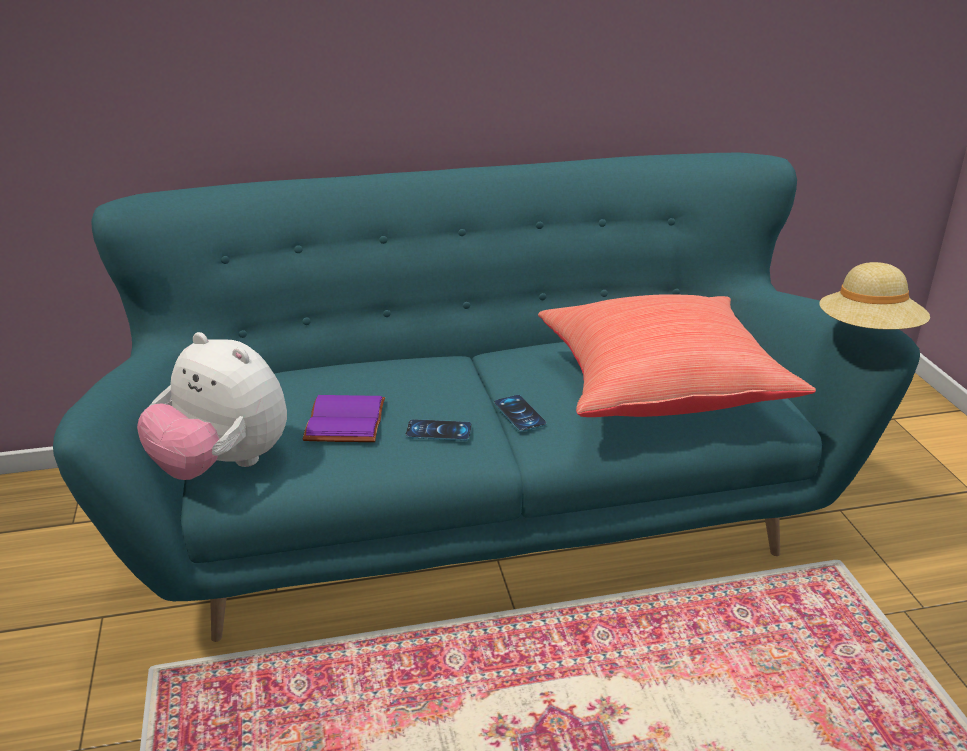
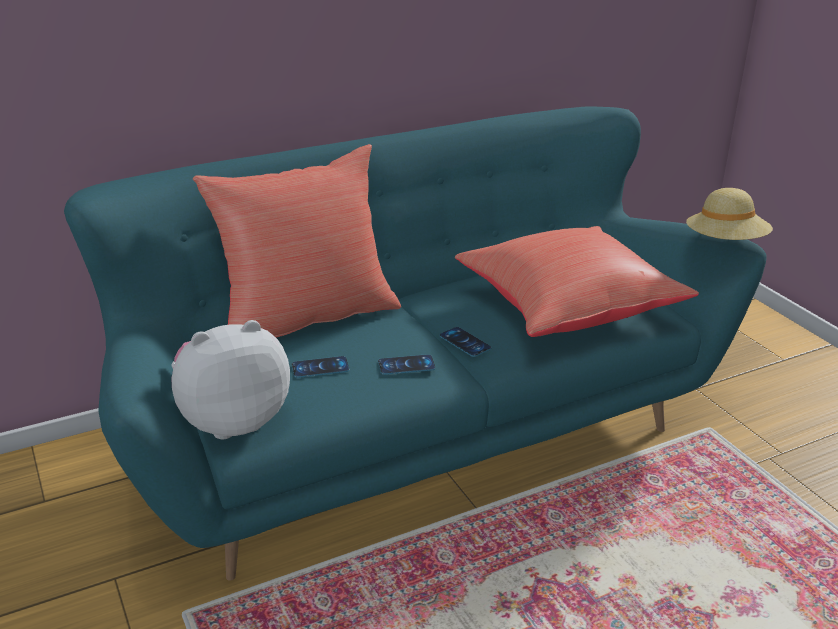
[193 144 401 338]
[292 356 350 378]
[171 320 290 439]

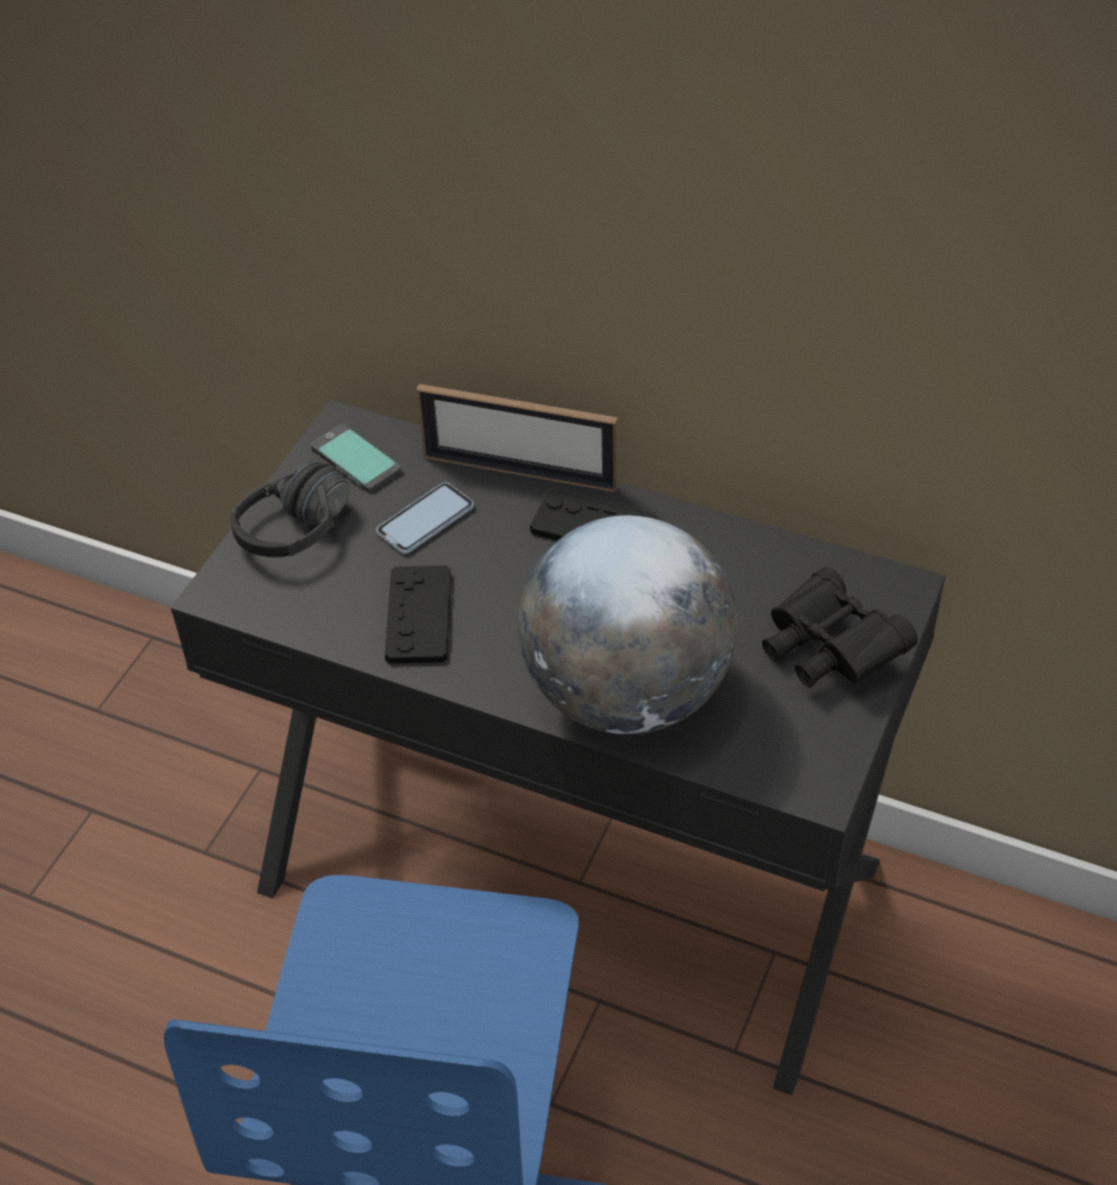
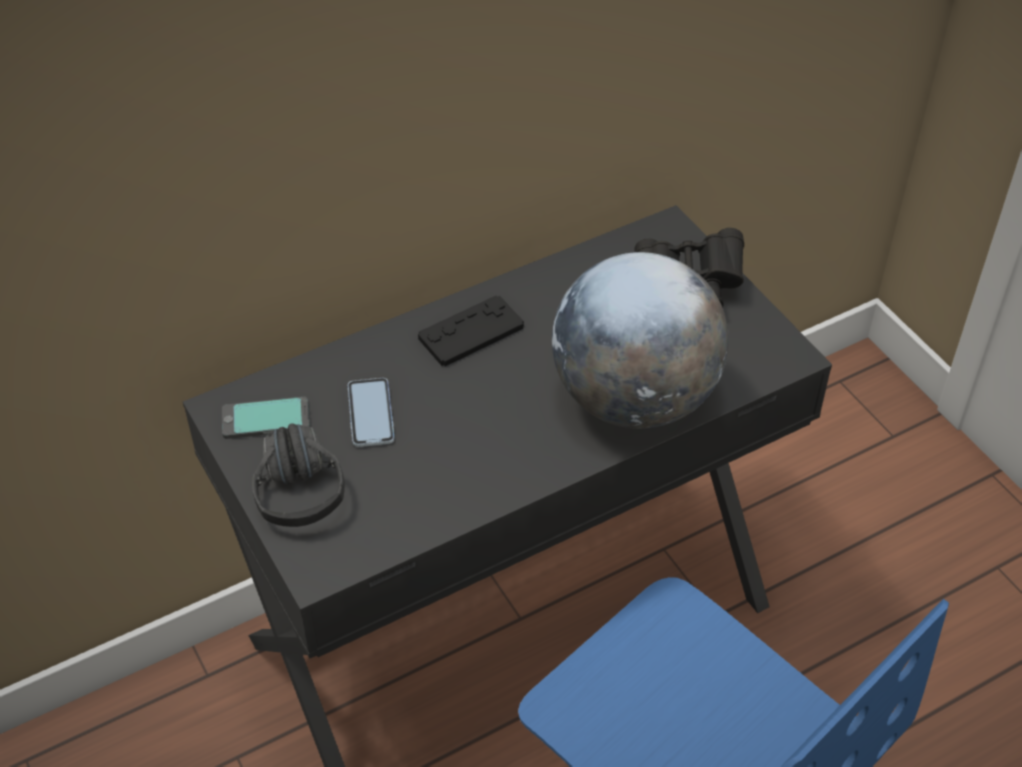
[385 566 451 664] (first image)
[416 384 618 492] (first image)

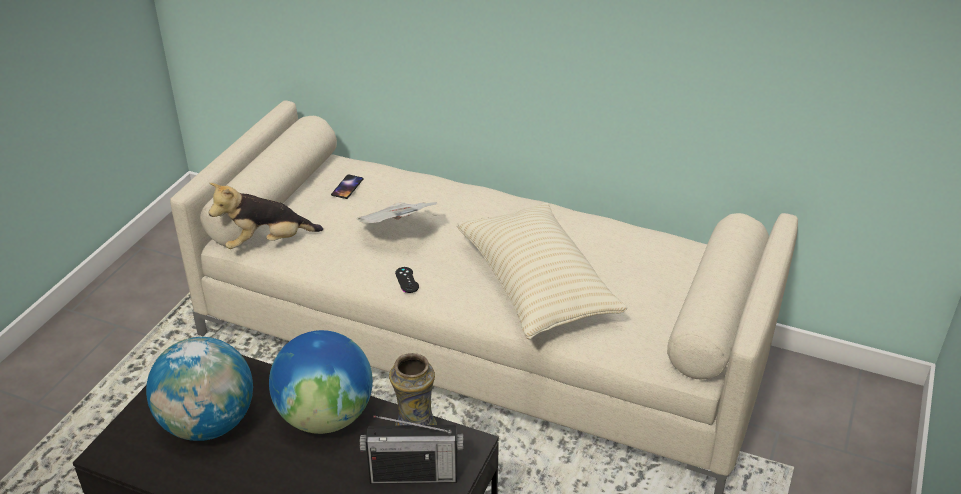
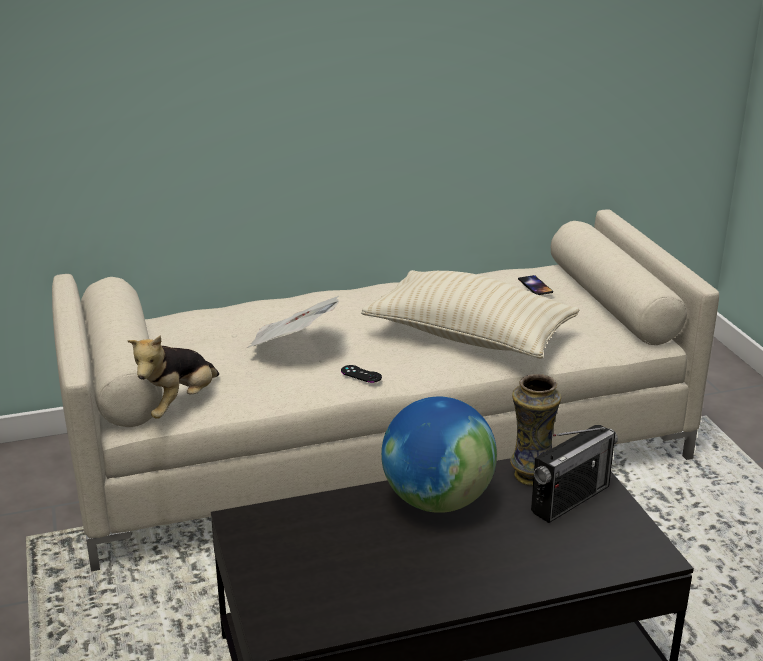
[146 337 253 441] (first image)
[518 275 553 295]

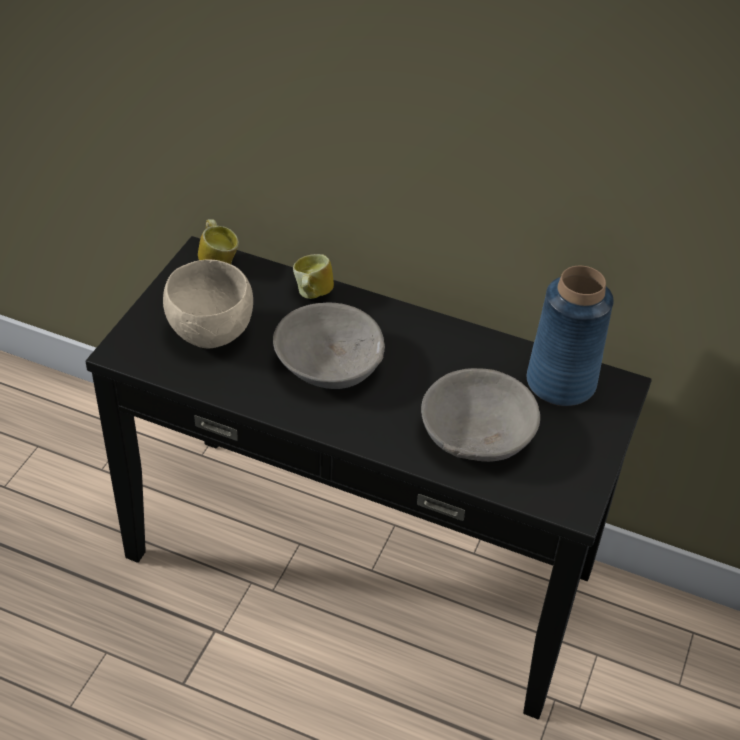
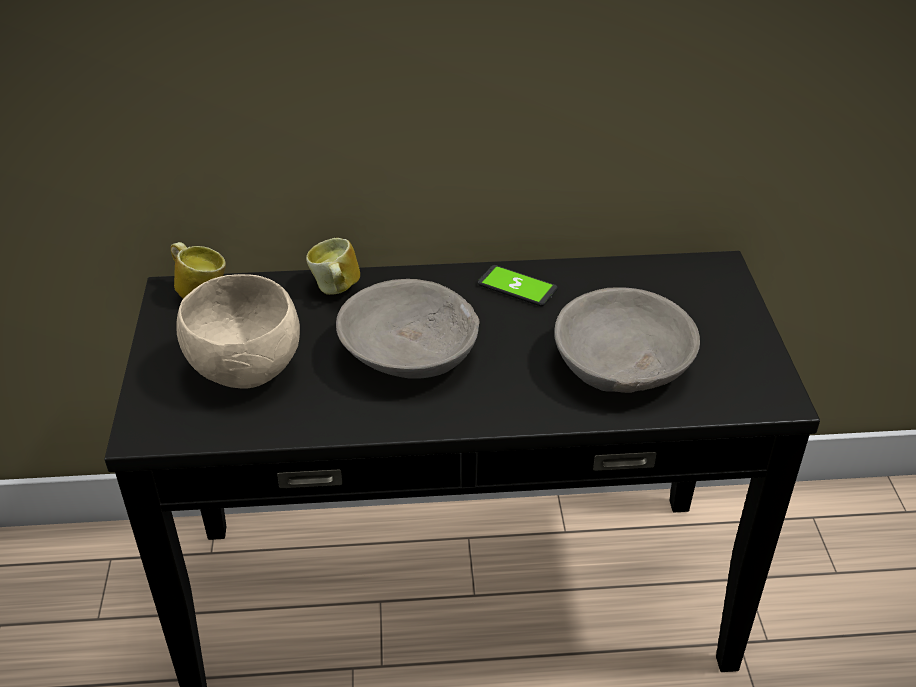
[527 266 614 406] (first image)
[478 265 558 306]

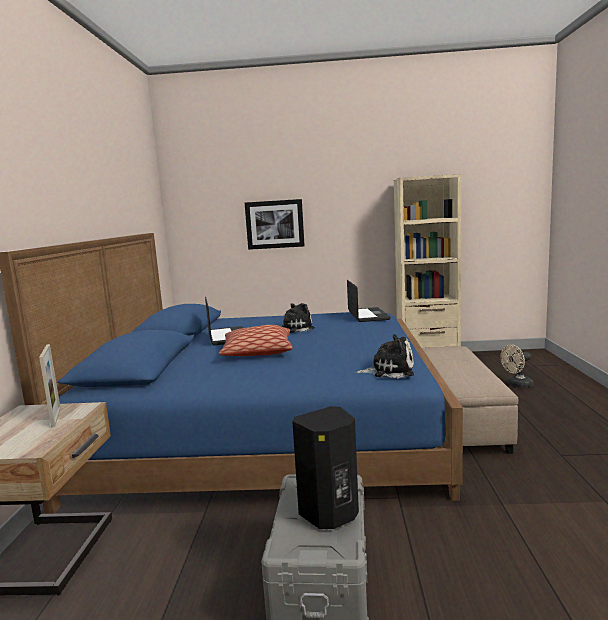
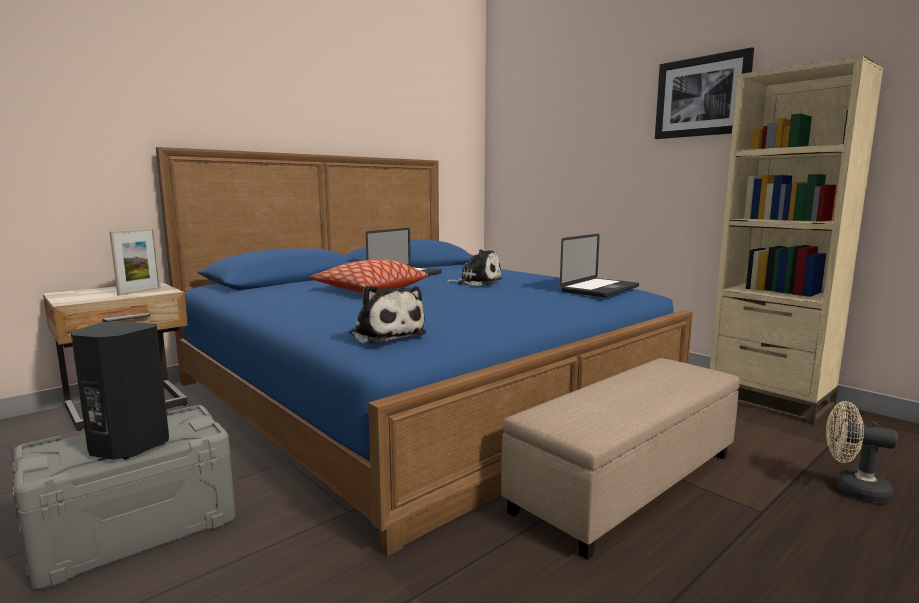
[655 47 754 139]

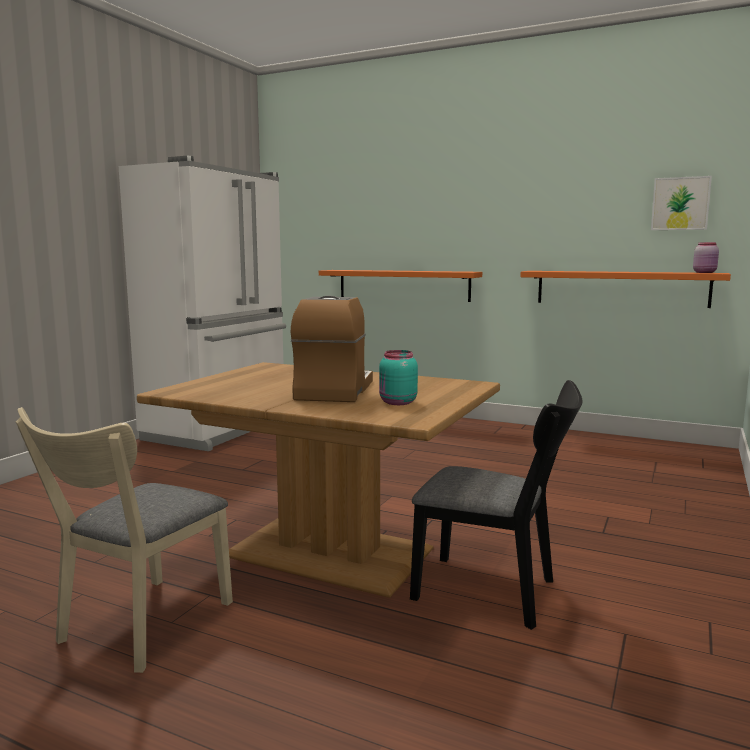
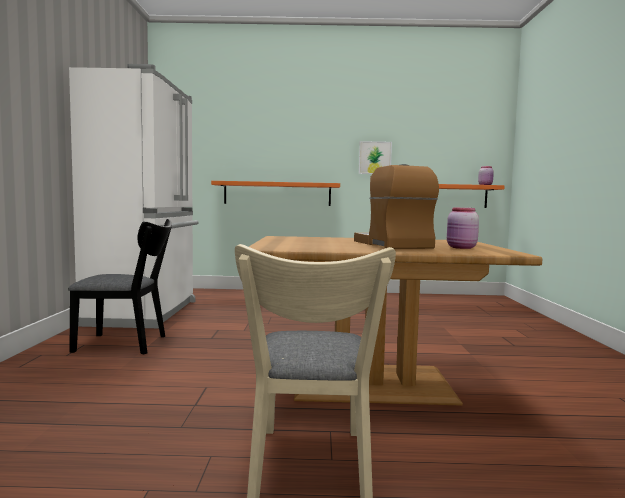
[68 219 172 354]
[359 141 392 174]
[447 207 479 249]

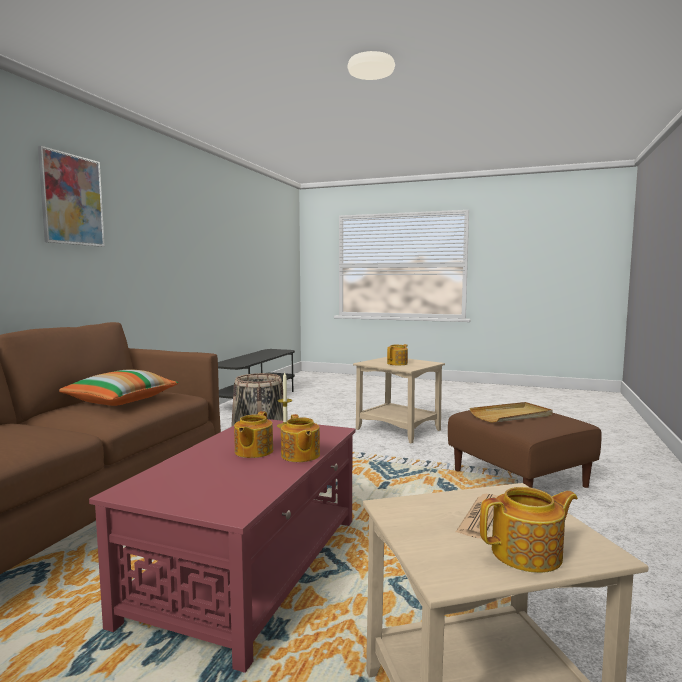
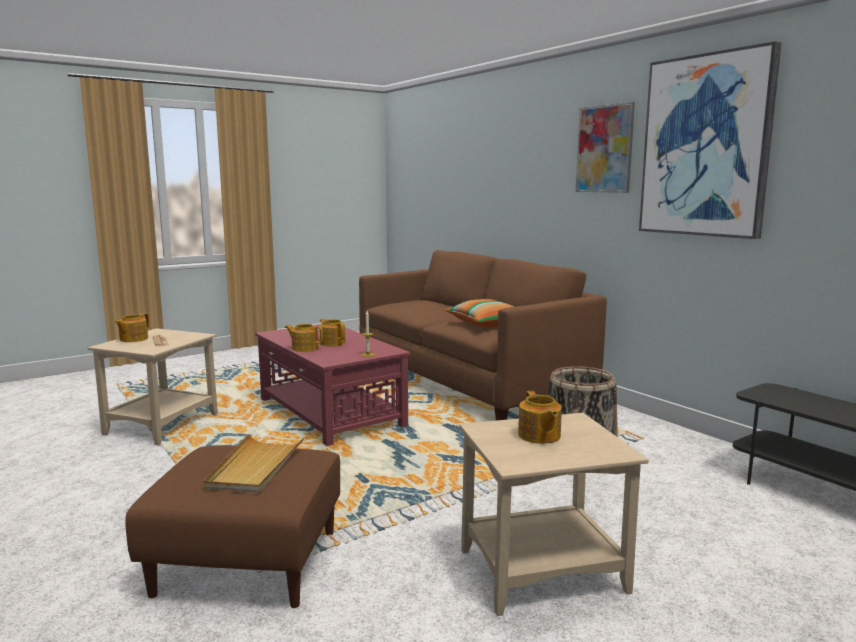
[639 41 781 239]

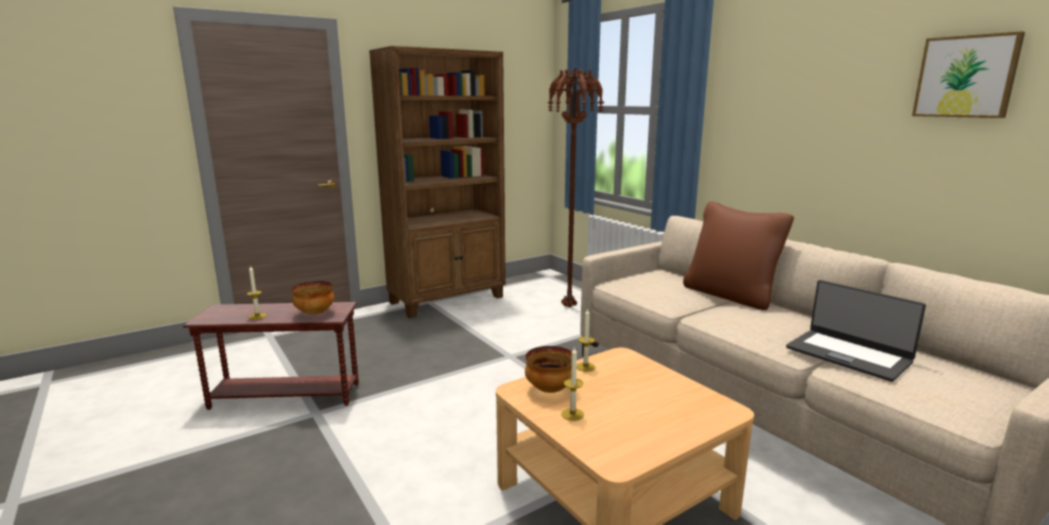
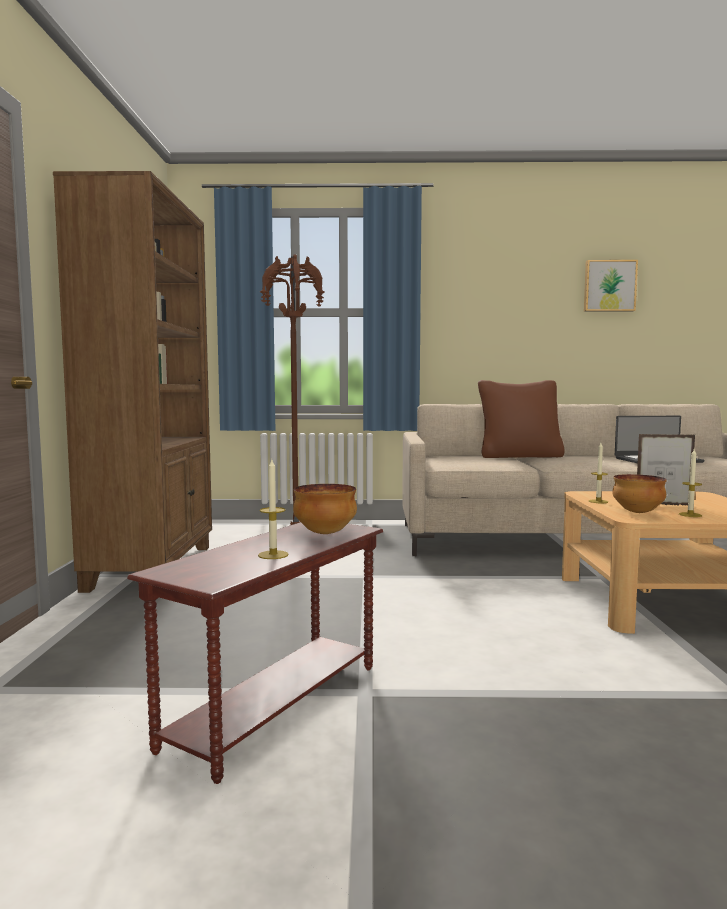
[637 434 695 505]

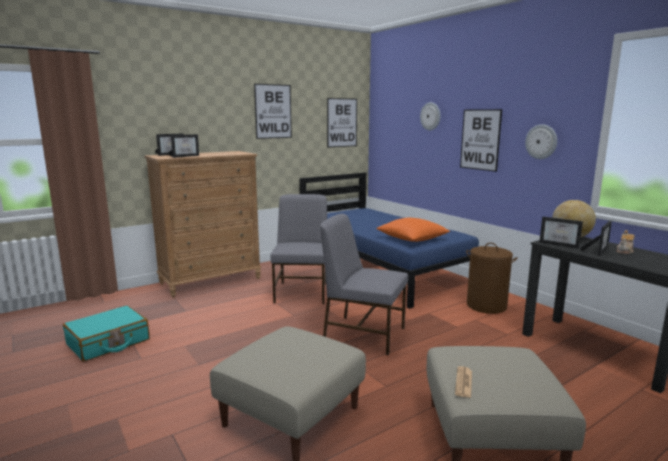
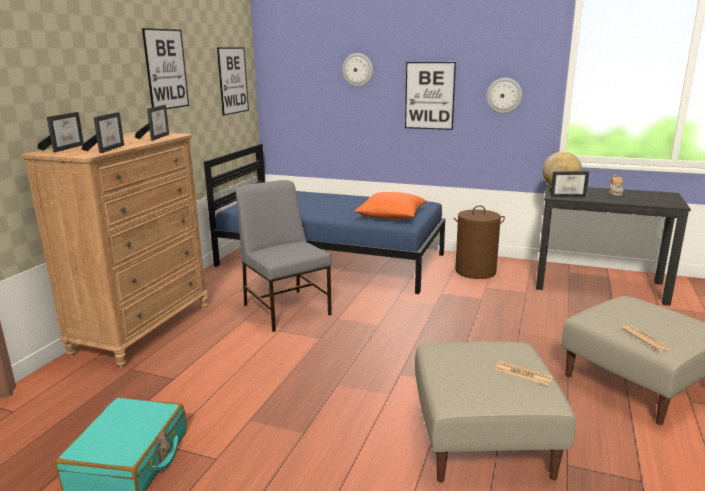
[320 214 408 355] (first image)
[495 361 553 385]
[135 105 169 140]

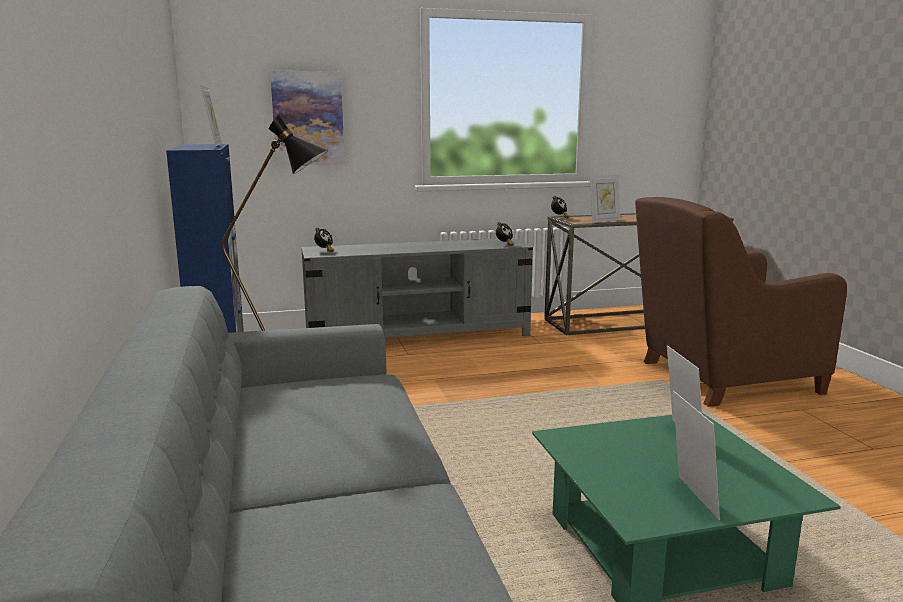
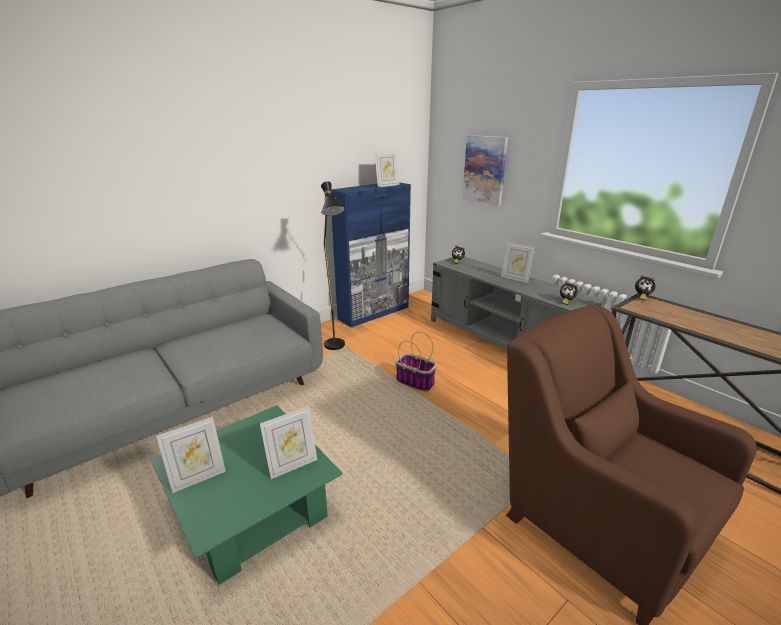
[395 332 437 392]
[501 242 535 283]

